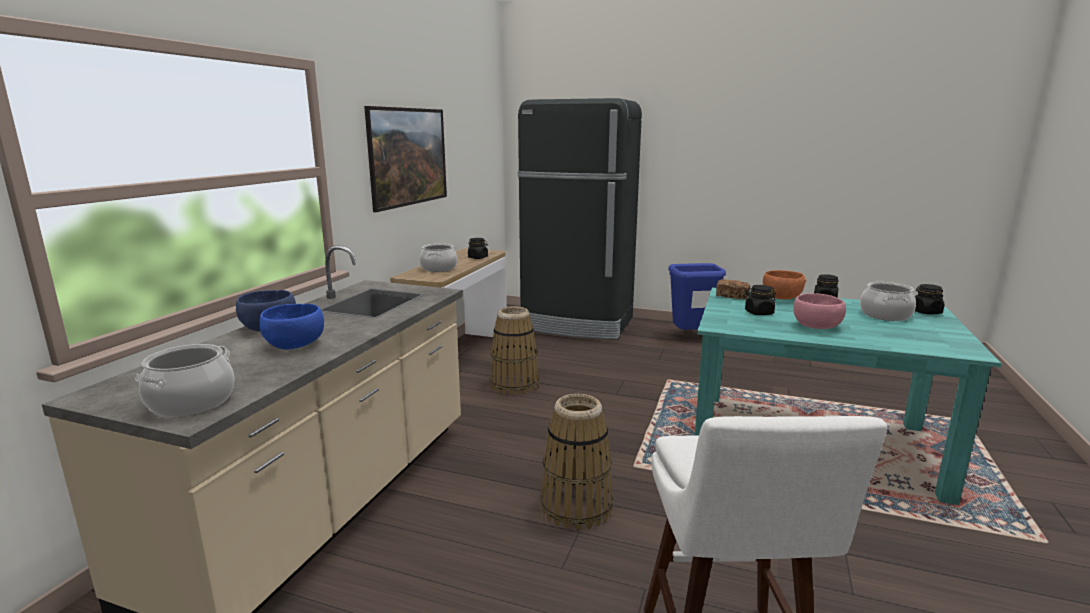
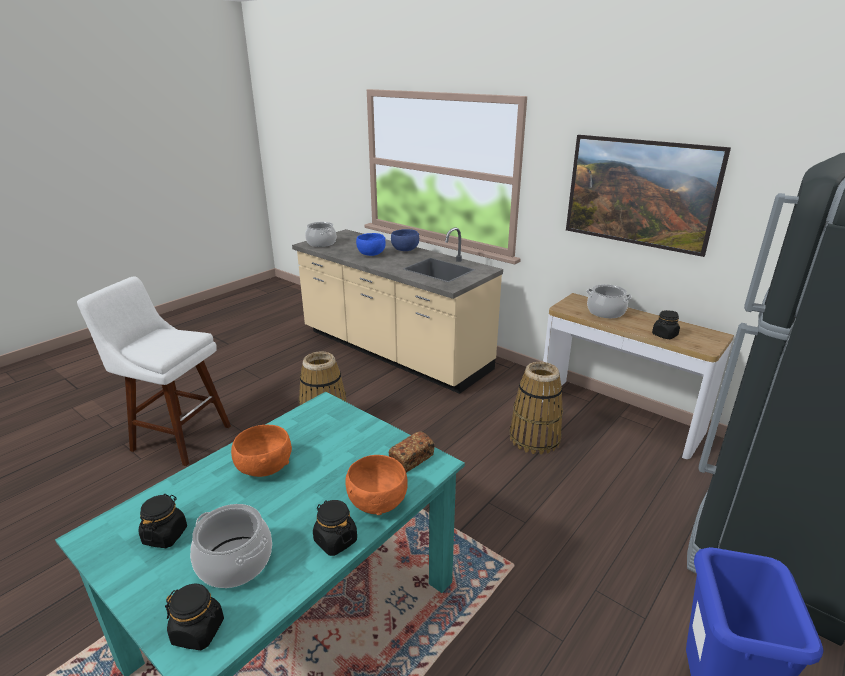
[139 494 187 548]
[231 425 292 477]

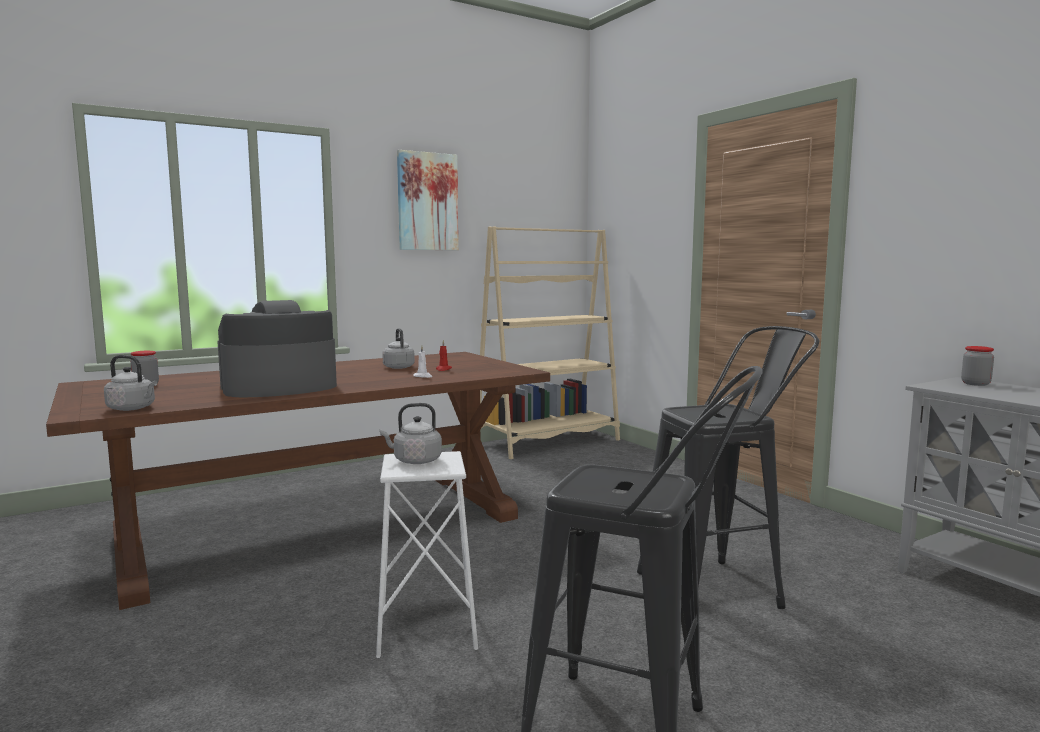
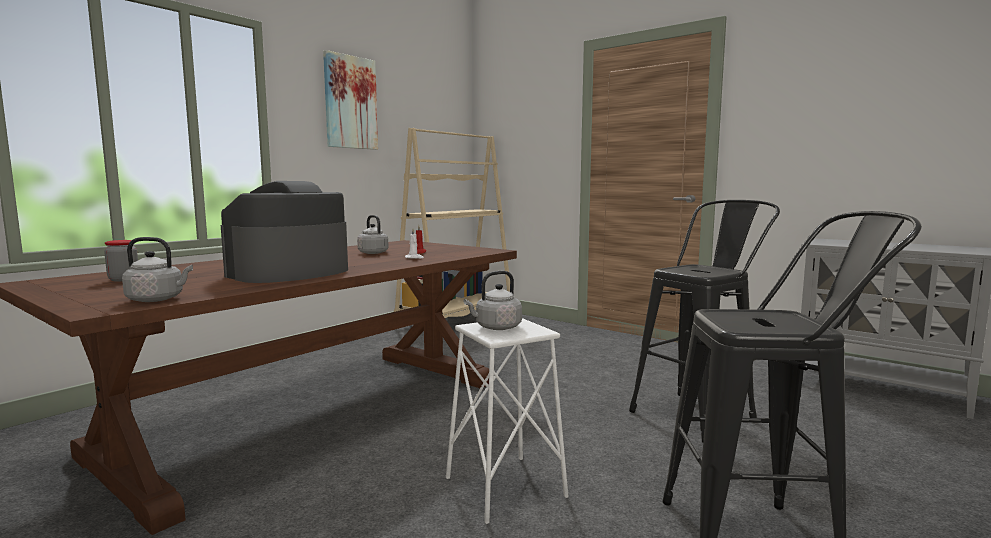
[961 346 994 386] (first image)

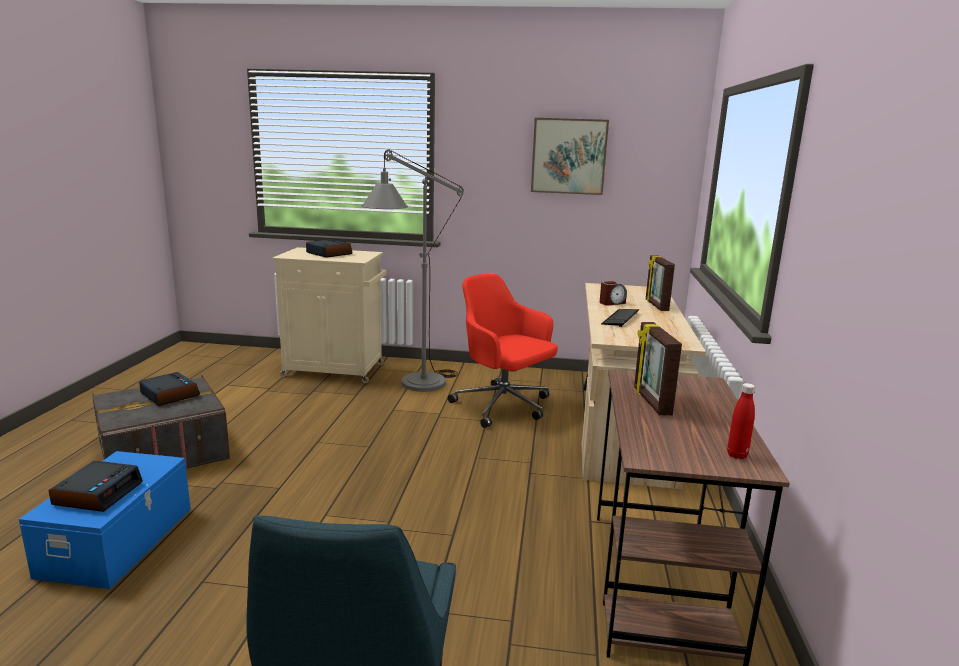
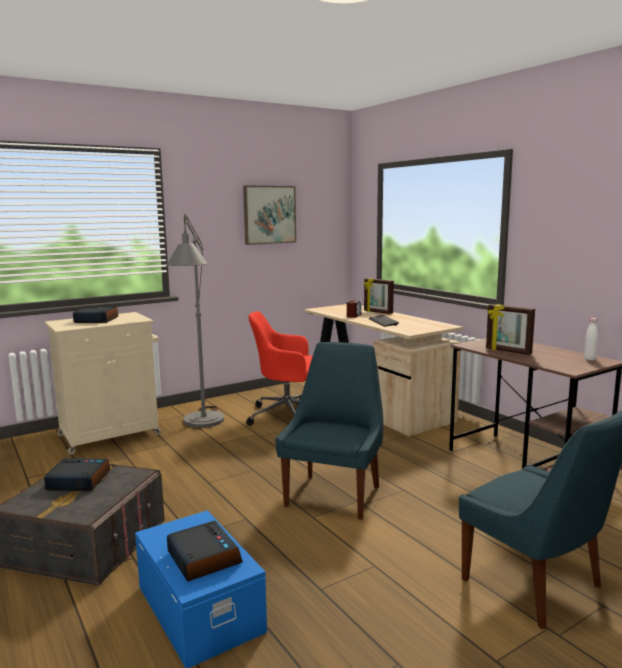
[275 342 383 520]
[584 318 598 361]

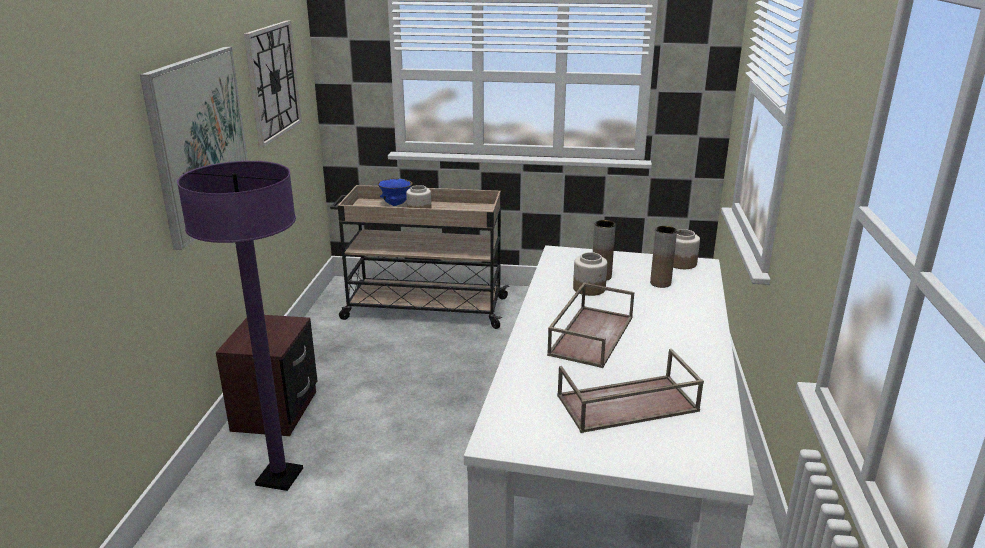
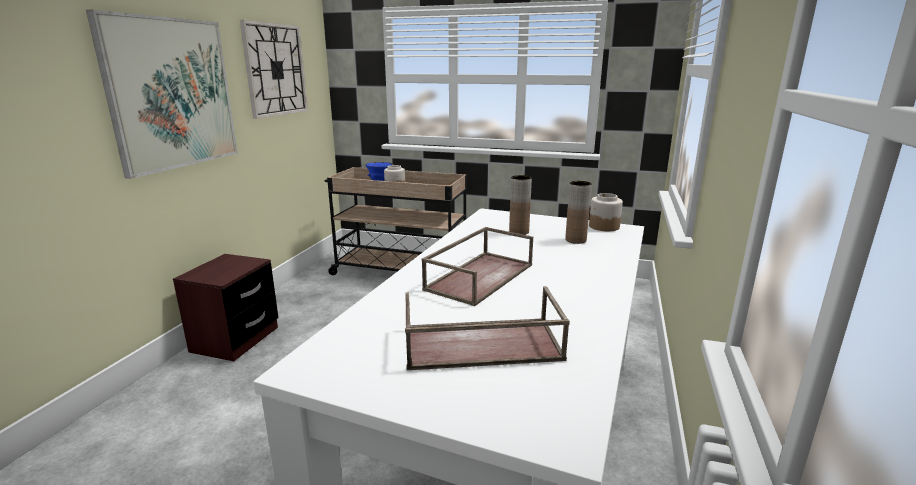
[177 161 303 491] (first image)
[573 252 607 296] (first image)

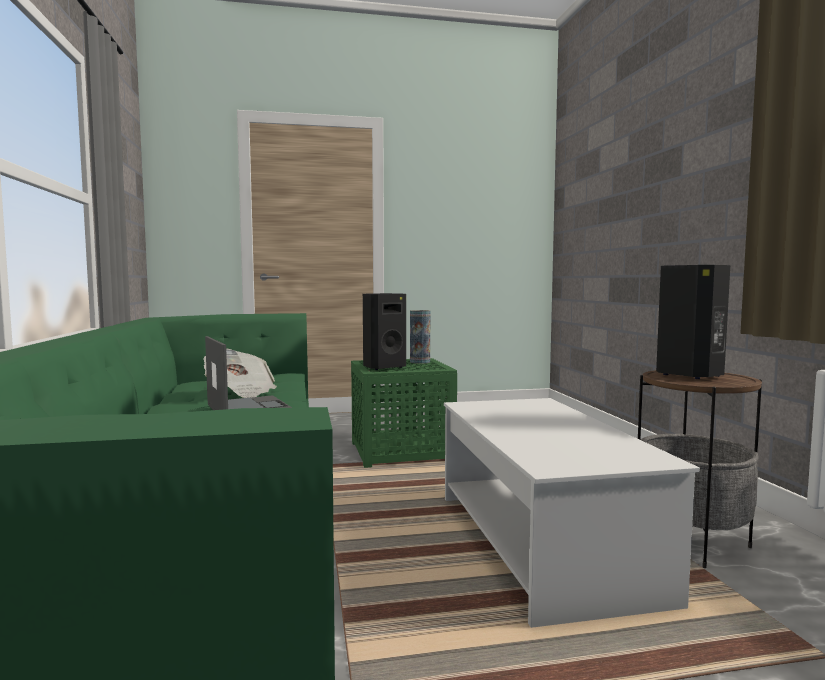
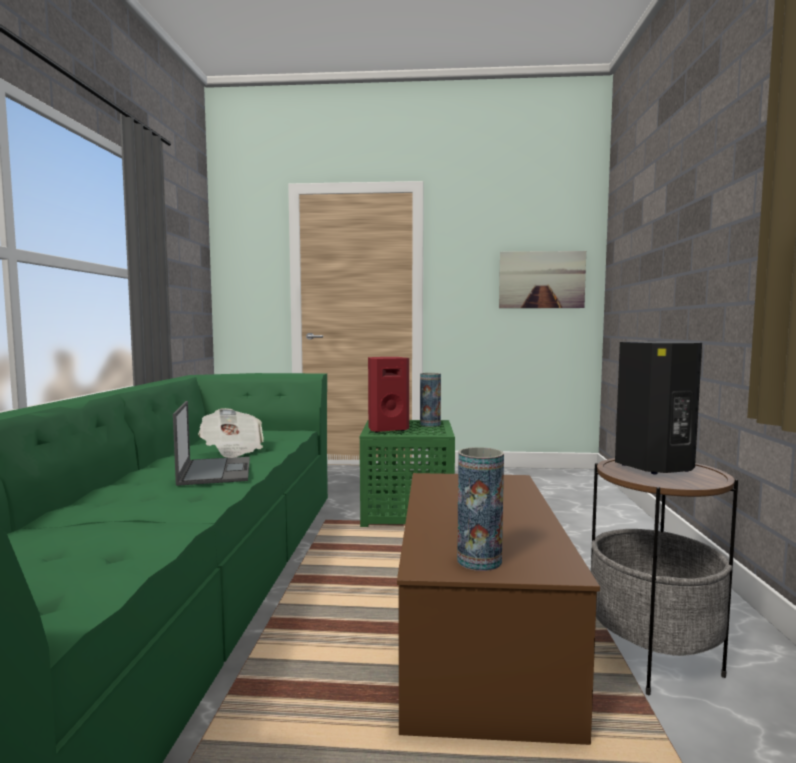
[457 447 504 571]
[499 251 586 308]
[368 357 409 433]
[397 473 600 745]

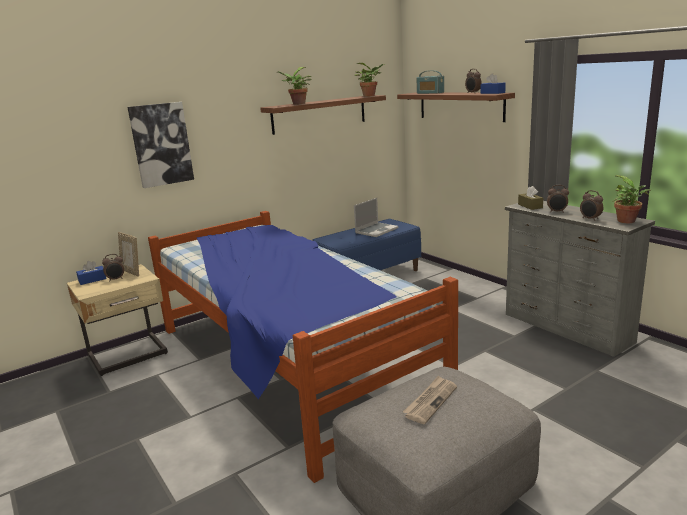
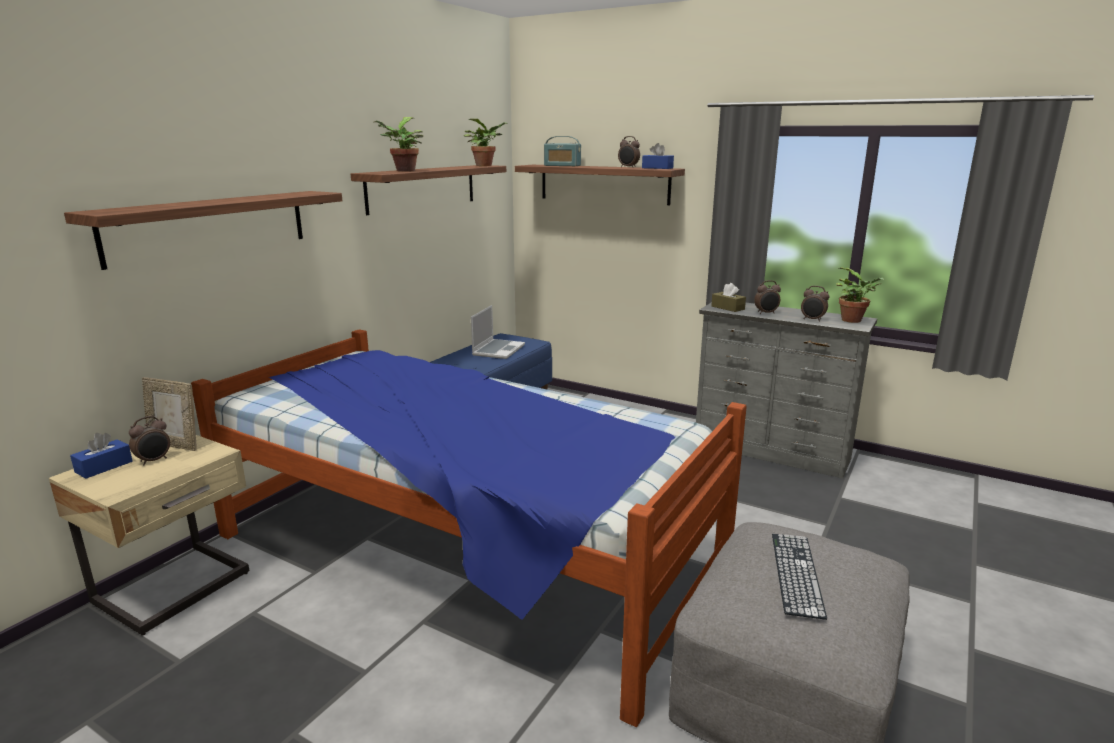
[64 191 342 270]
[772 534 827 620]

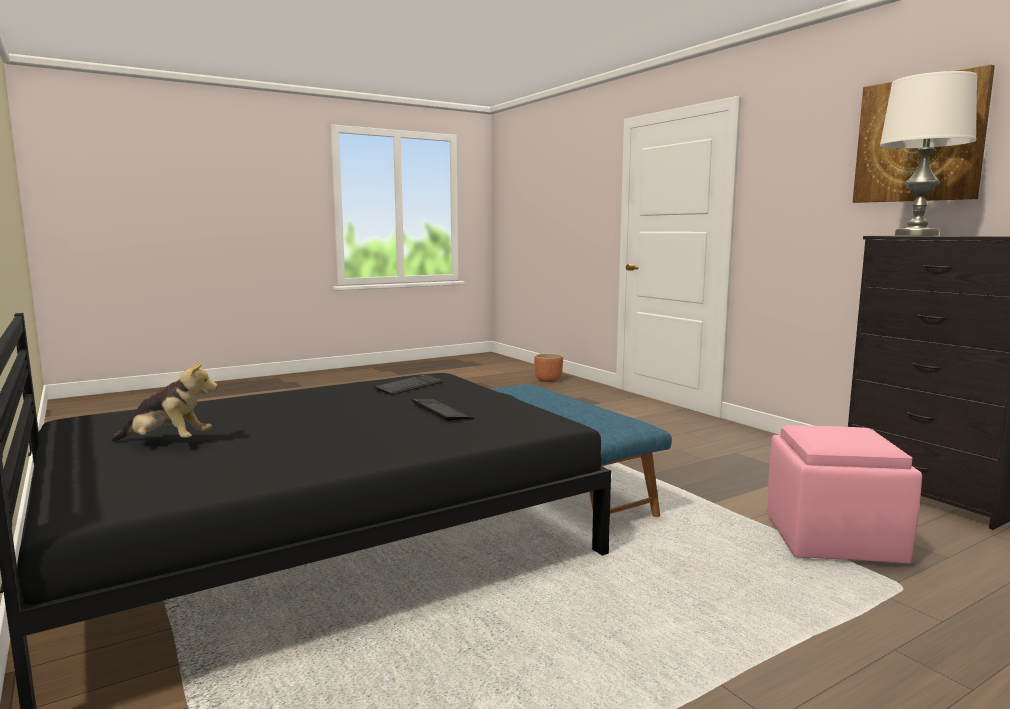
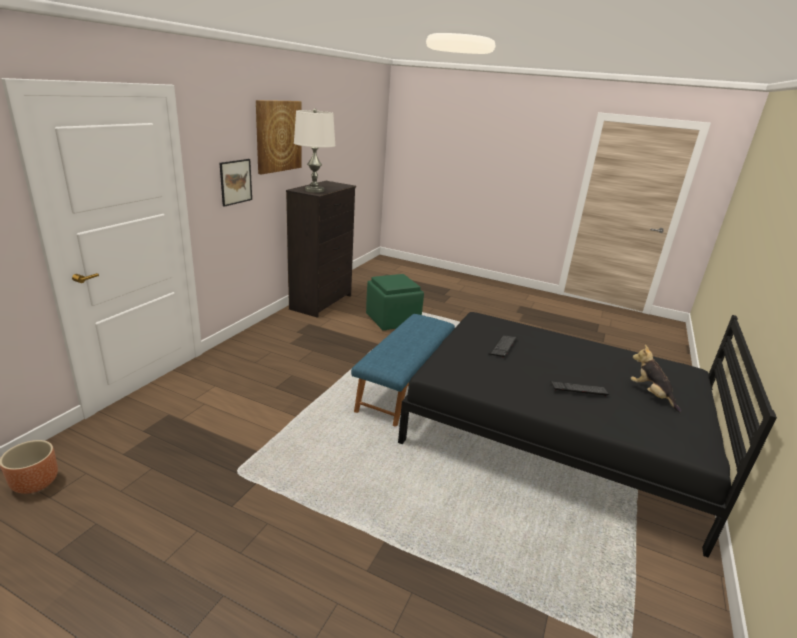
[220 159 252 207]
[550 381 609 396]
[366 274 424 331]

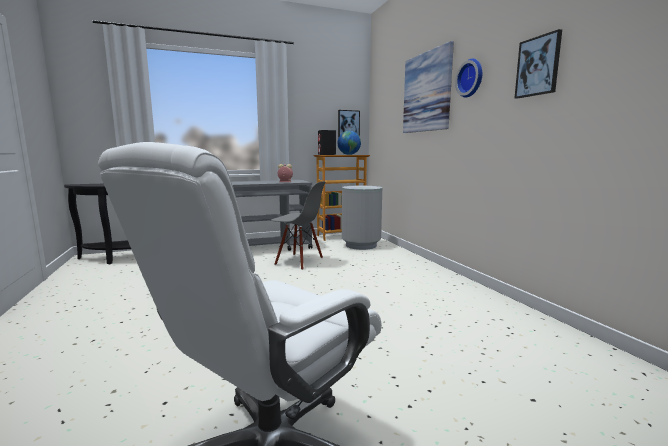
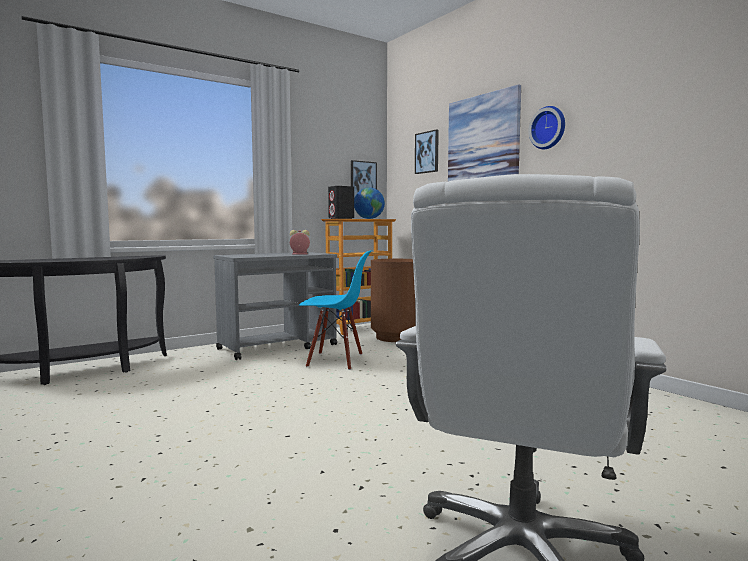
[415 129 439 174]
[299 250 372 370]
[371 259 416 342]

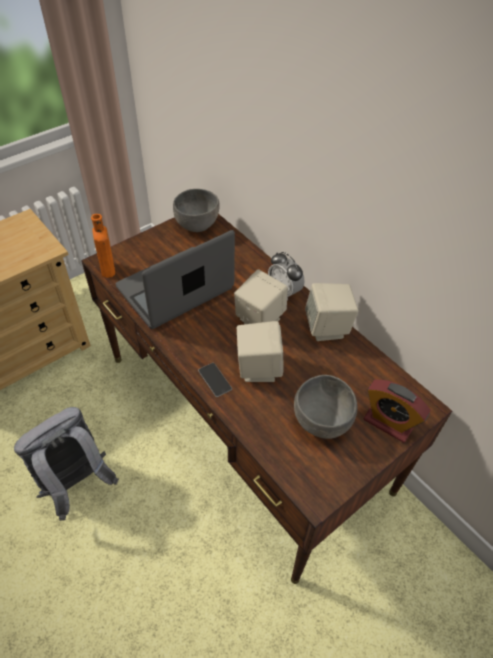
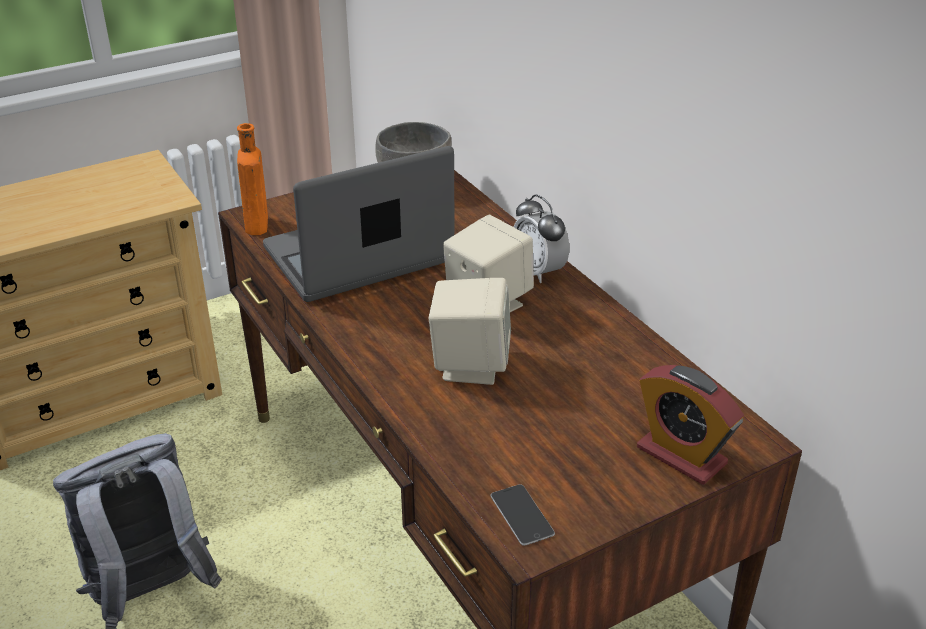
[294 375 357 439] (first image)
[305 283 358 341] (first image)
[491 484 555 546]

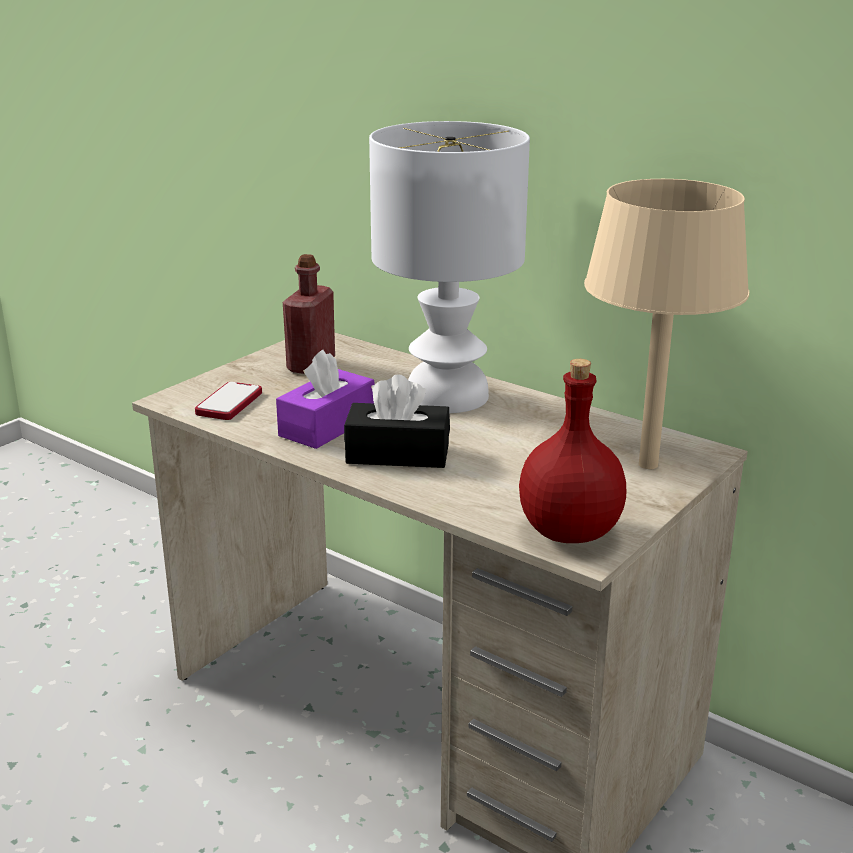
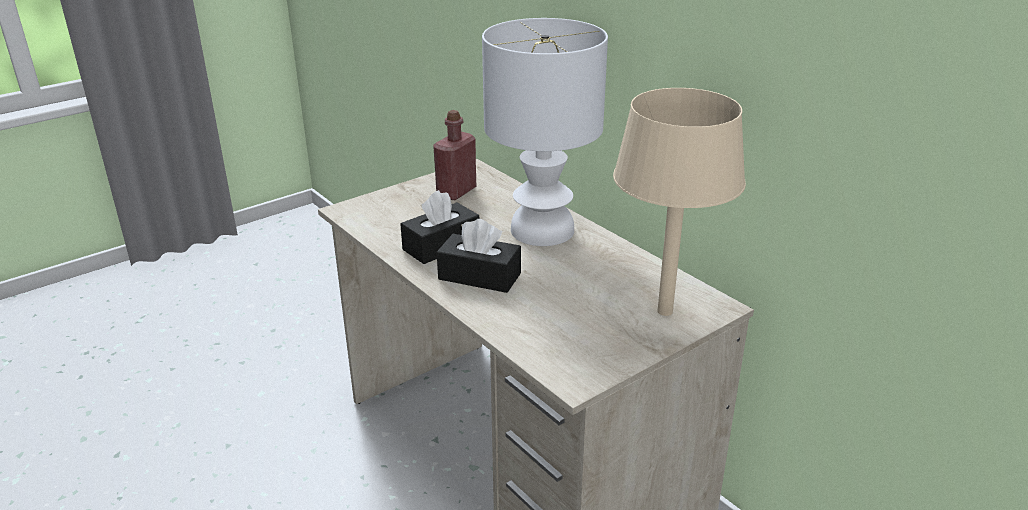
[195 382 262 420] (first image)
[519 359 626 543] (first image)
[400 190 479 264]

